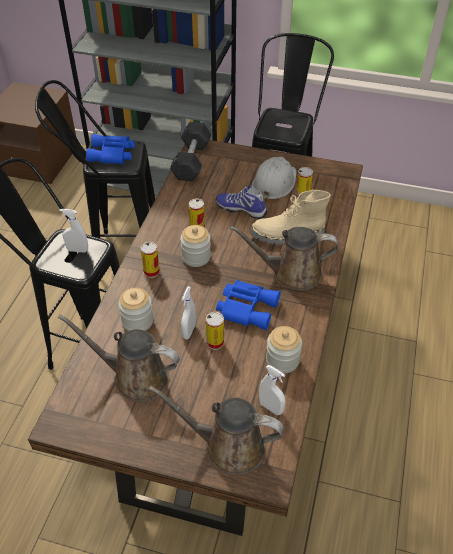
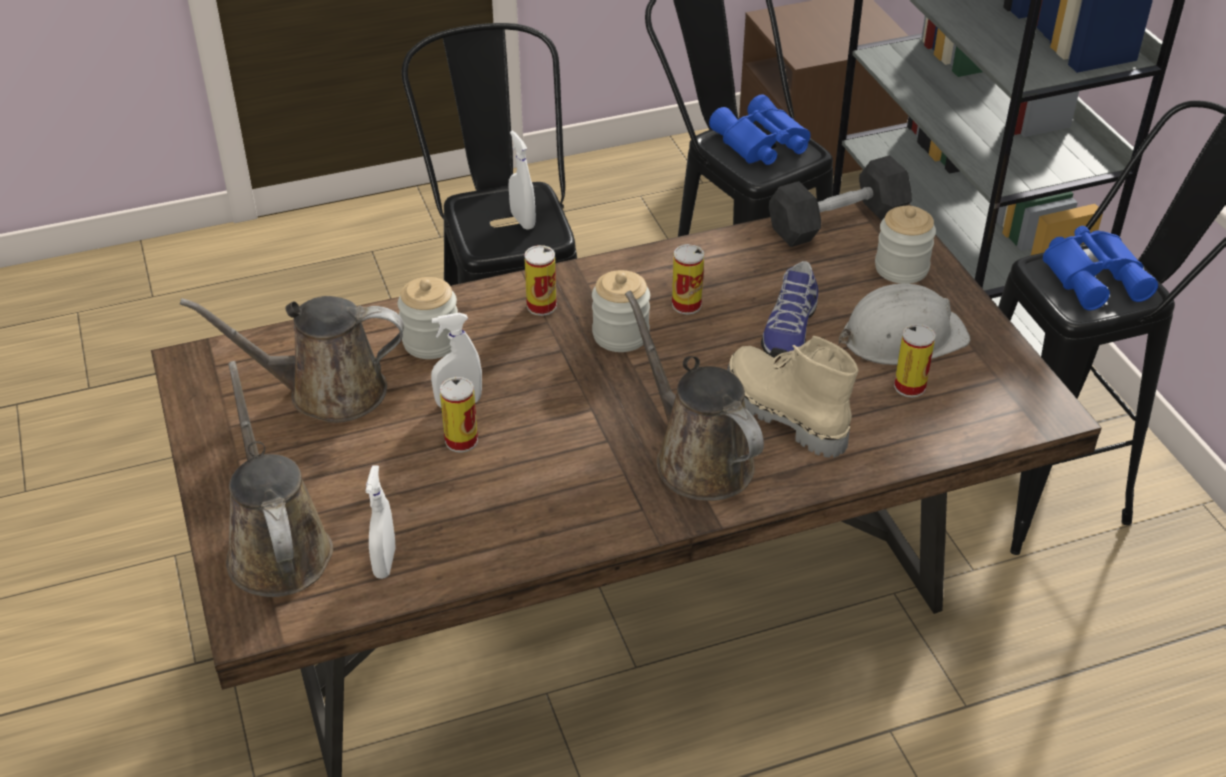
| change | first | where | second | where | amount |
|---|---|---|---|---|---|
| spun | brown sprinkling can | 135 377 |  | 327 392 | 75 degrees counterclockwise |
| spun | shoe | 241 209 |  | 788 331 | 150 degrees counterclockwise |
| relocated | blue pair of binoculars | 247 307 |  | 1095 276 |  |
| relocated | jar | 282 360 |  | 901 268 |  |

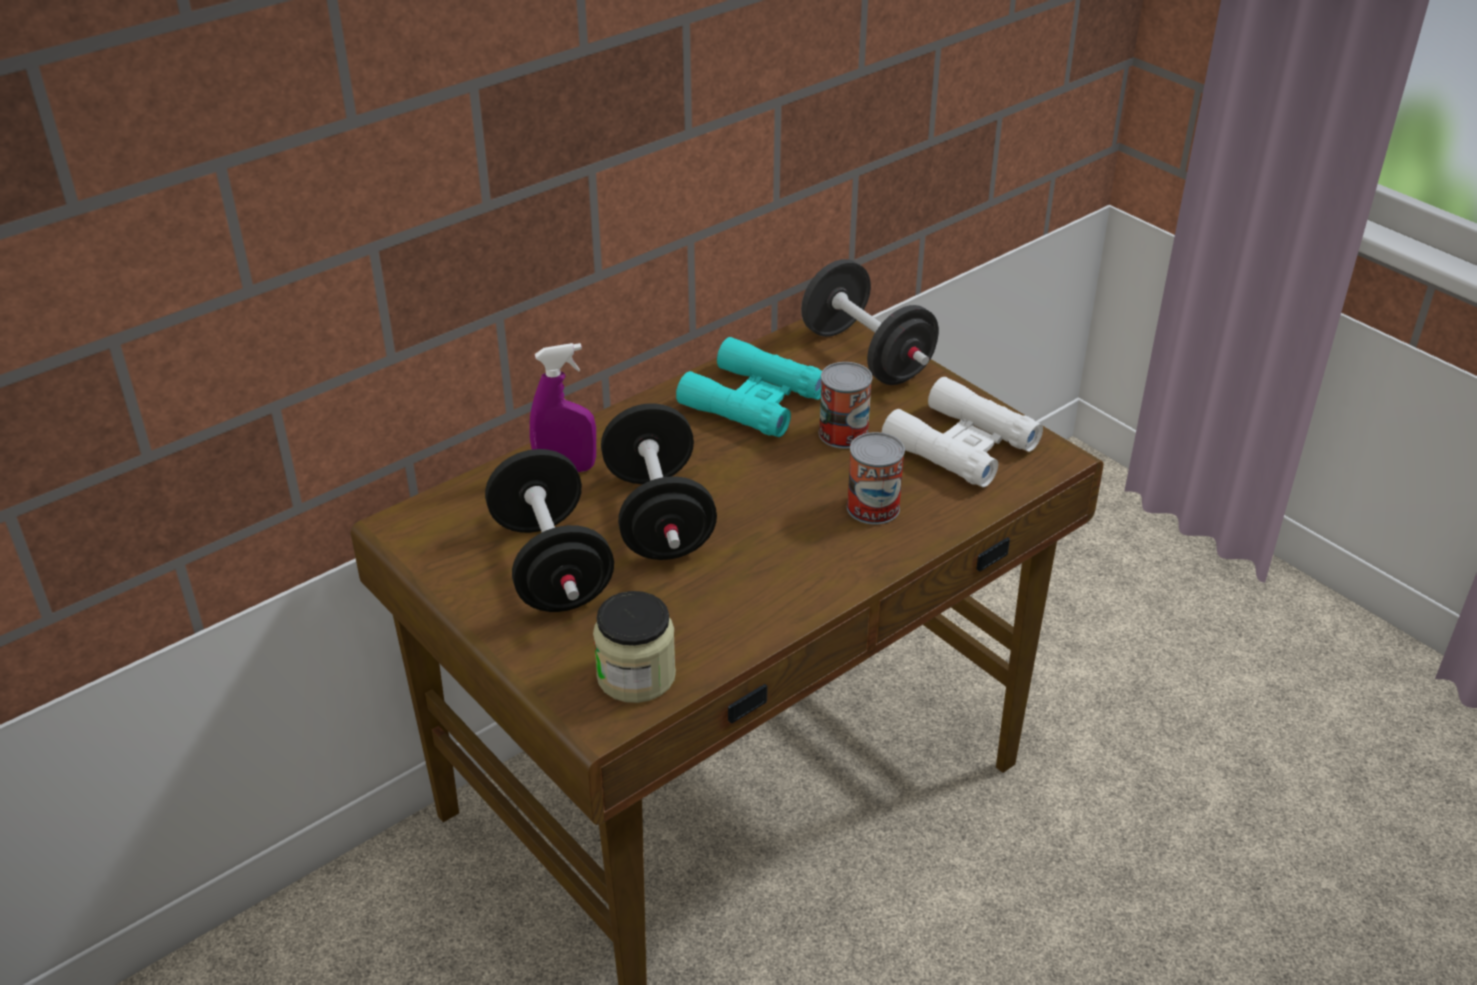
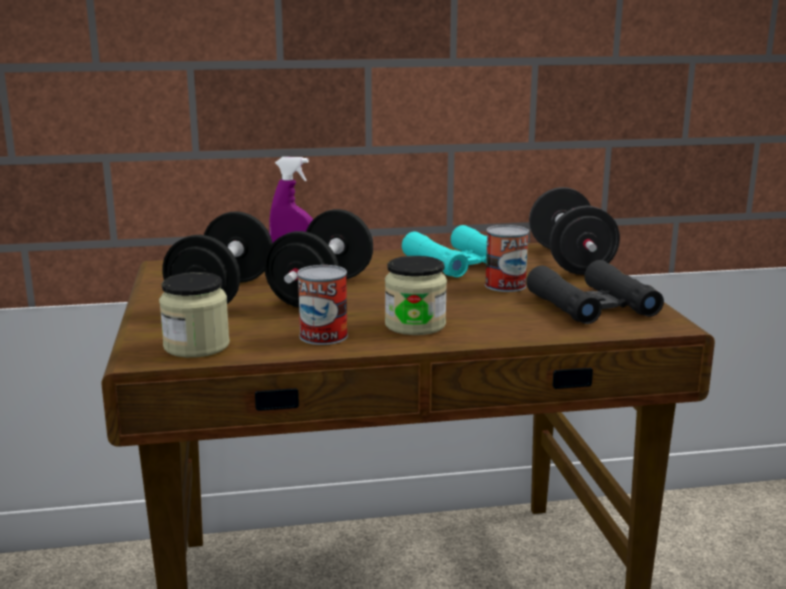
| change | first | where | second | where | amount |
|---|---|---|---|---|---|
| relocated | metal can | 873 507 |  | 323 336 |  |
| colour | white pair of binoculars | 961 445 | black pair of binoculars | 592 305 |  |
| appeared |  |  | jar | 415 325 |  |

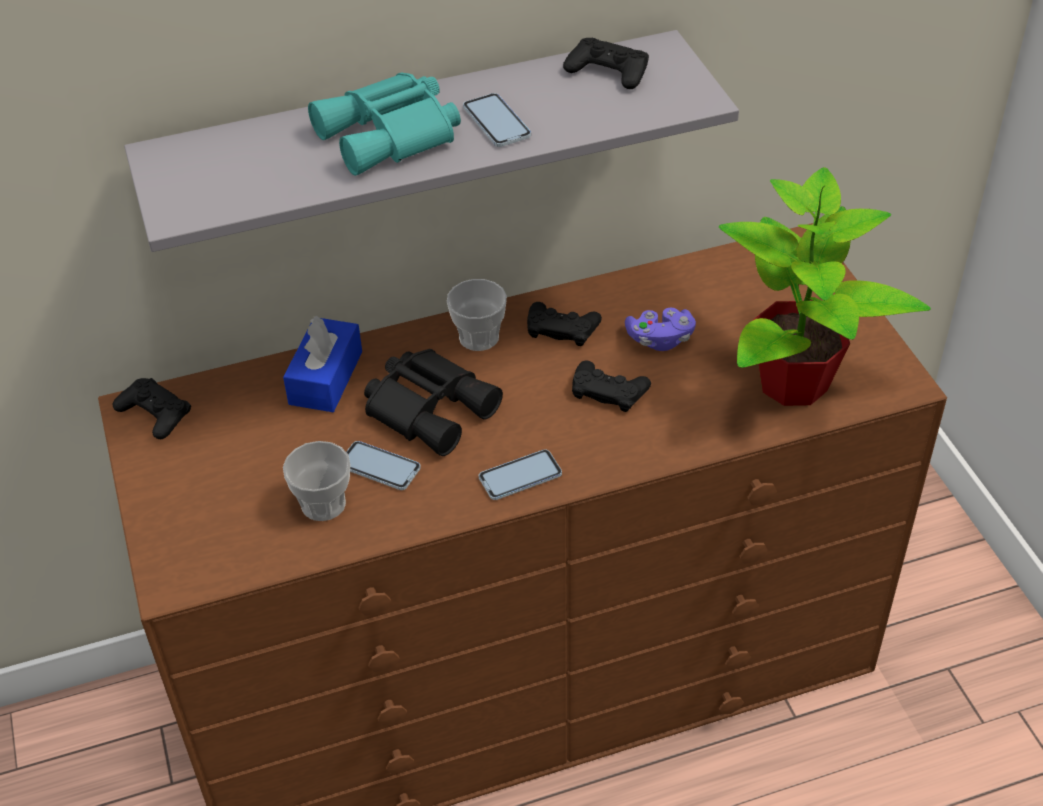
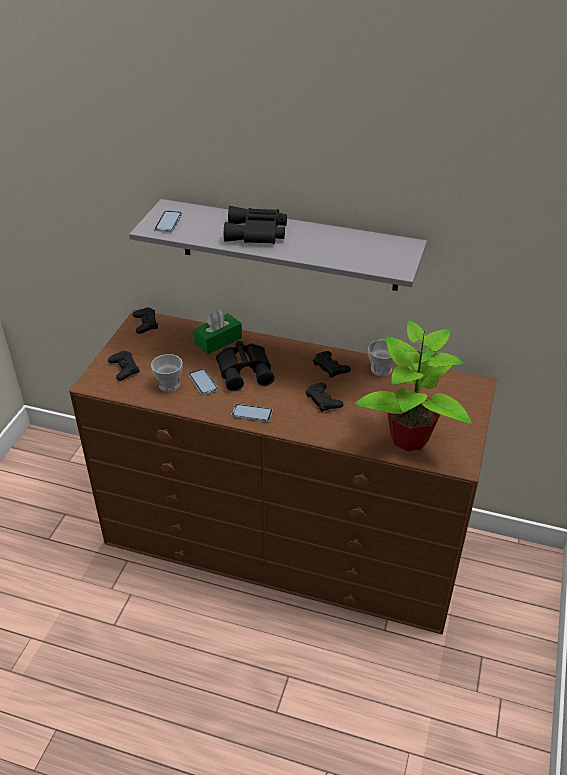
| change | first | where | second | where | amount |
|---|---|---|---|---|---|
| colour | blue tissue holder | 326 378 | green-coloured tissue holder | 218 341 |  |
| colour | turquoise-coloured pair of binoculars | 392 135 | black pair of binoculars | 257 233 |  |
| relocated | cup | 479 337 |  | 381 370 |  |
| relocated | handset | 496 122 |  | 168 222 |  |
| relocated | black game controller | 608 71 |  | 124 368 |  |
| missing | purple-coloured game controller | 660 339 |  |  |  |

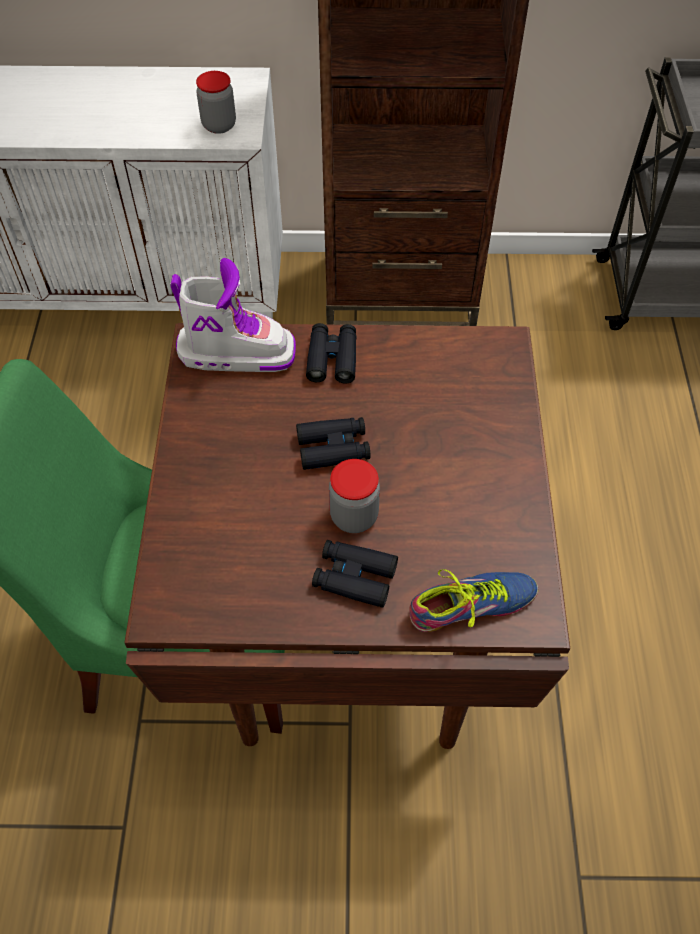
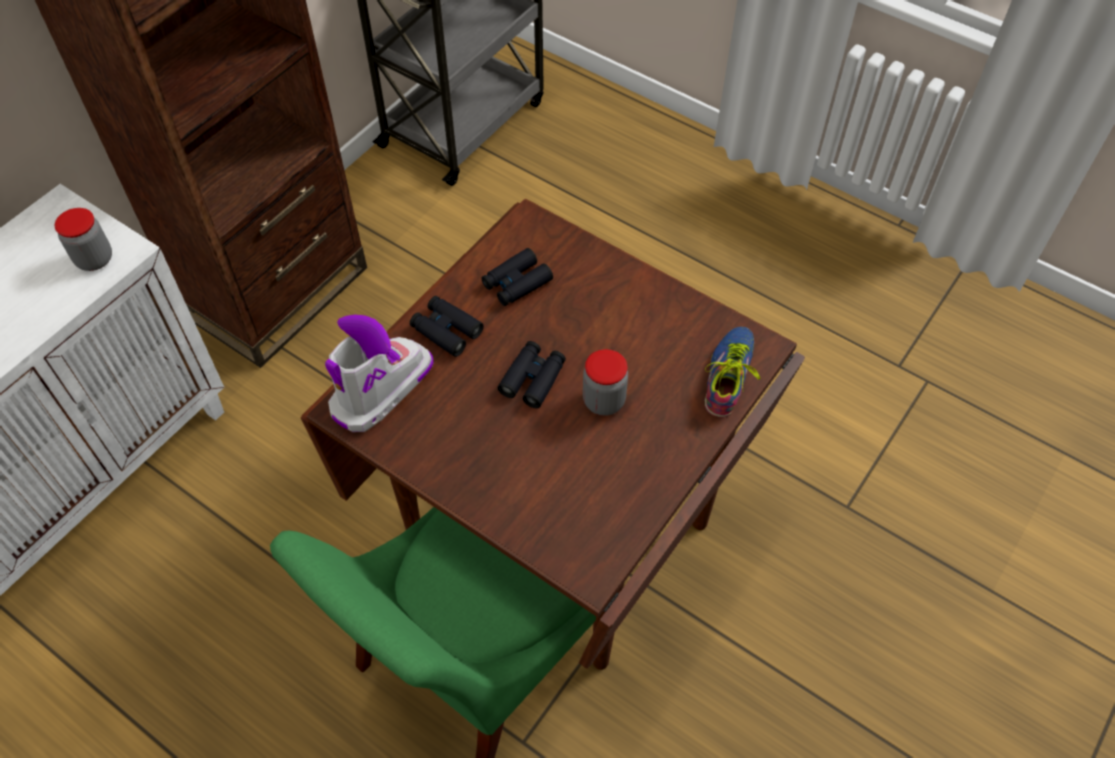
| change | first | where | second | where | amount |
|---|---|---|---|---|---|
| relocated | black pair of binoculars | 354 577 |  | 516 283 |  |

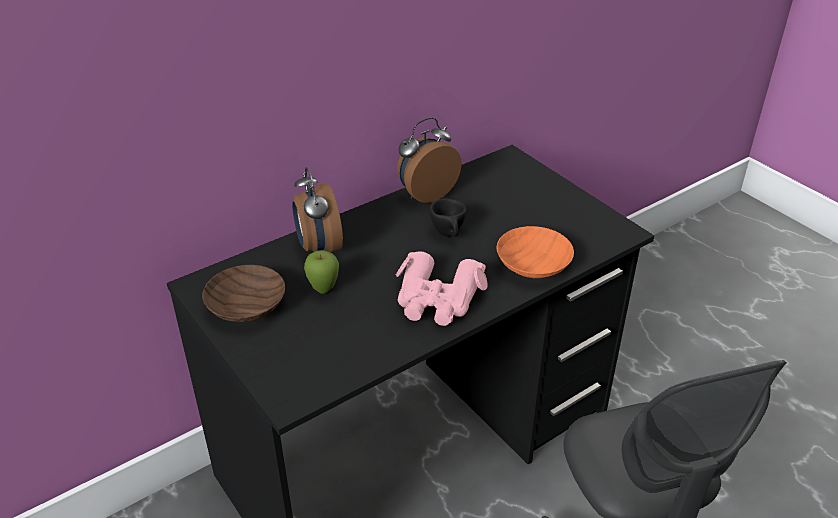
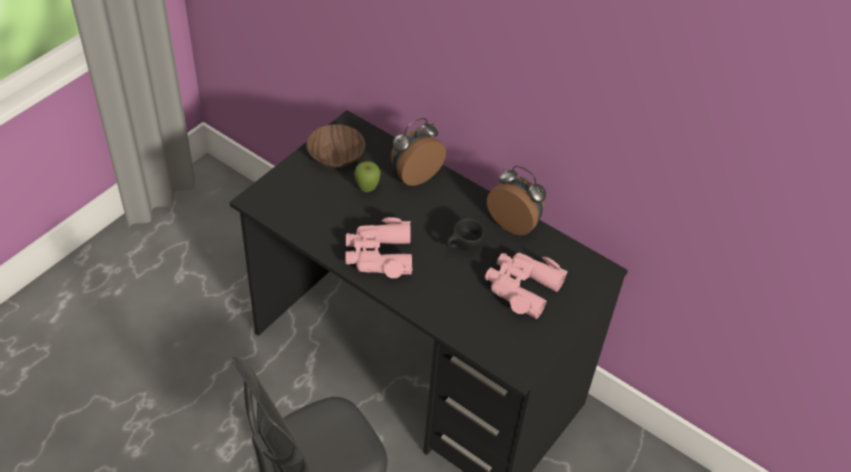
| change | first | where | second | where | amount |
|---|---|---|---|---|---|
| missing | orange-coloured bowl | 532 265 |  |  |  |
| appeared |  |  | pink-coloured pair of binoculars | 521 287 |  |

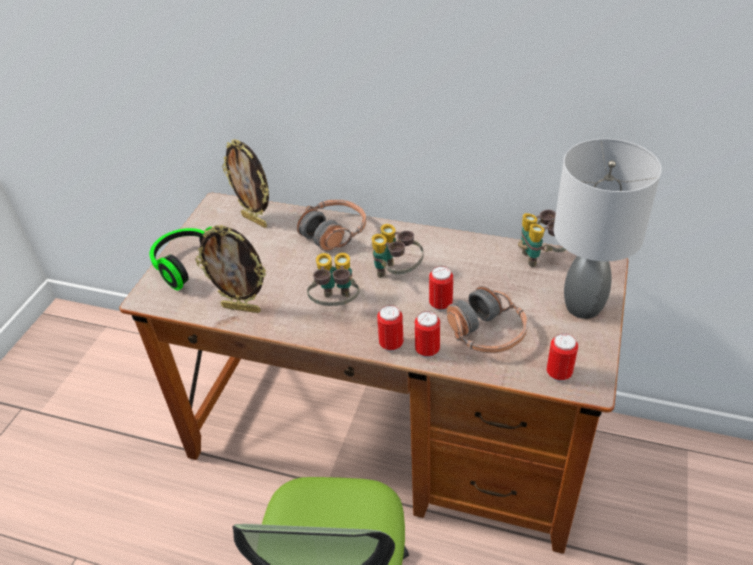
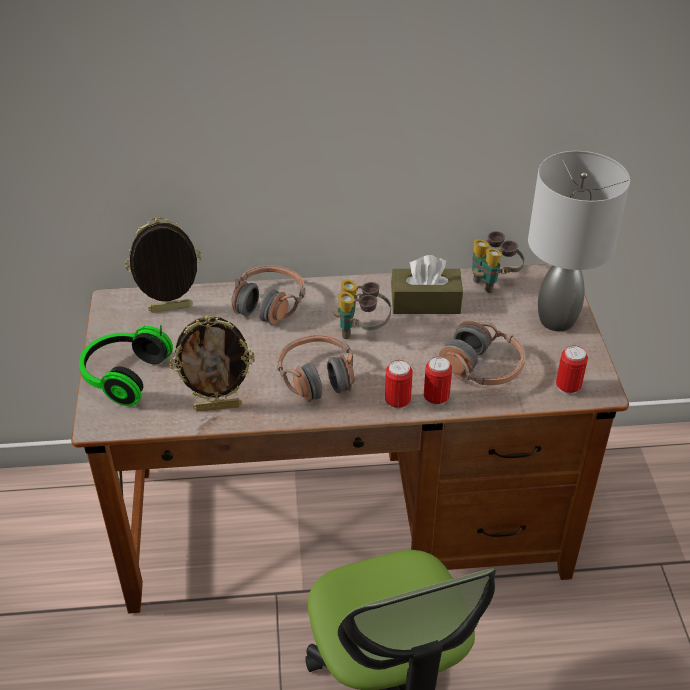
| change | first | where | second | where | amount |
|---|---|---|---|---|---|
| spun | photo frame | 255 220 |  | 171 310 | 150 degrees clockwise |
| exchanged | pair of binoculars | 336 304 | headphones | 317 377 |  |
| missing | metal can | 440 304 |  |  |  |
| appeared |  |  | brown tissue holder | 425 302 |  |

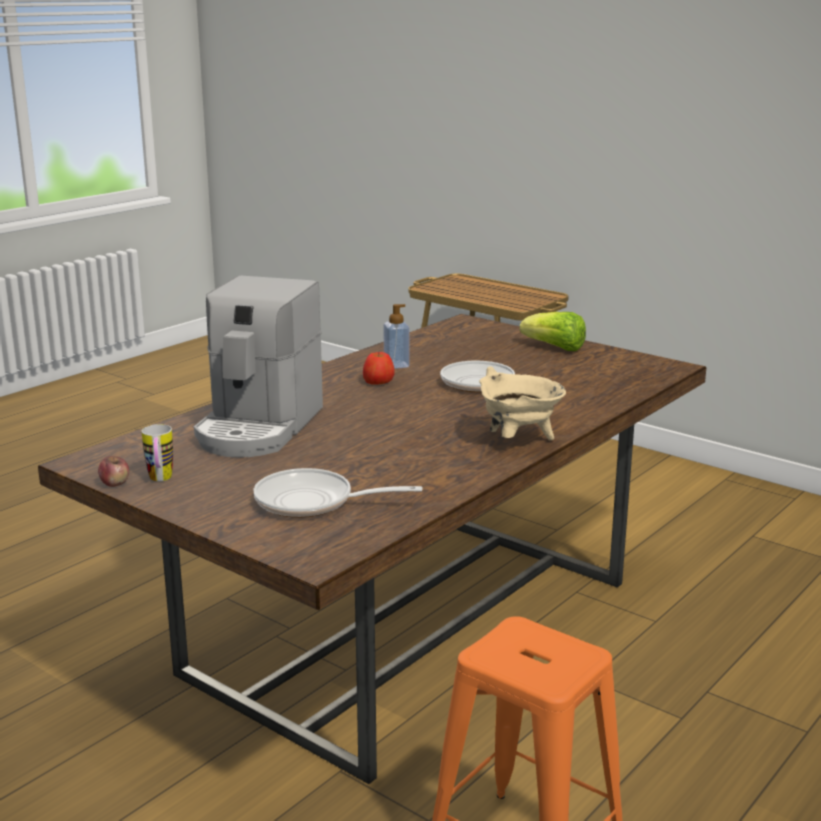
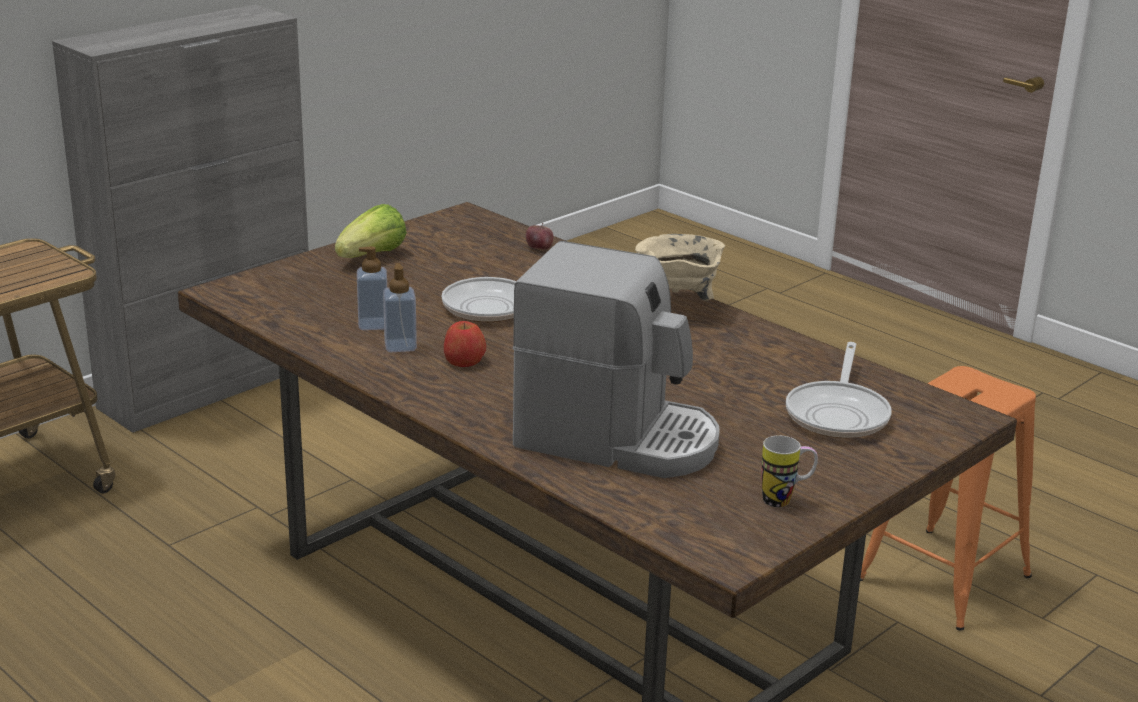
| change | first | where | second | where | amount |
|---|---|---|---|---|---|
| relocated | whole apple | 115 483 |  | 539 248 |  |
| appeared |  |  | greyish cupboard | 210 386 |  |
| appeared |  |  | soap bottle | 373 324 |  |

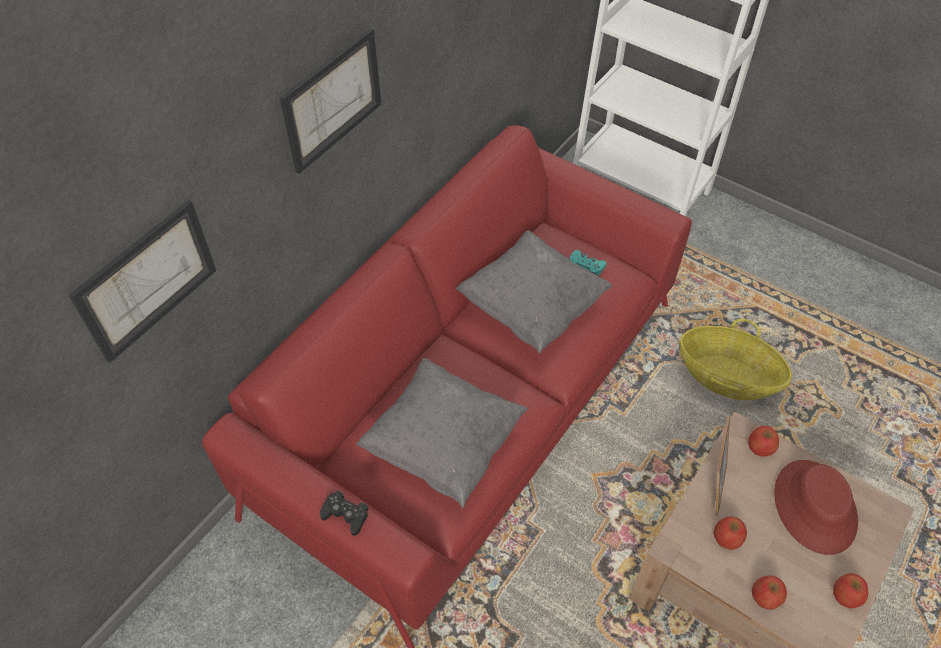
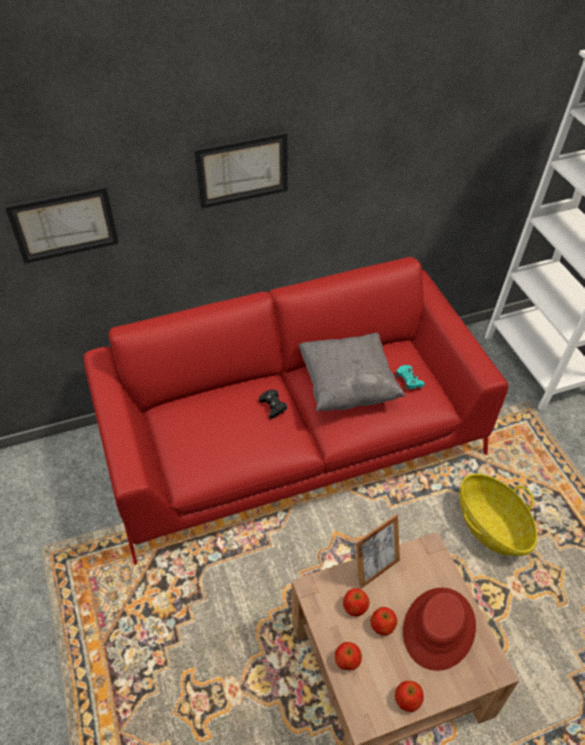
| change | first | where | second | where | amount |
|---|---|---|---|---|---|
| relocated | black game controller | 345 515 |  | 273 406 |  |
| missing | greyish cushion | 443 445 |  |  |  |
| relocated | whole apple | 760 447 |  | 382 625 |  |

